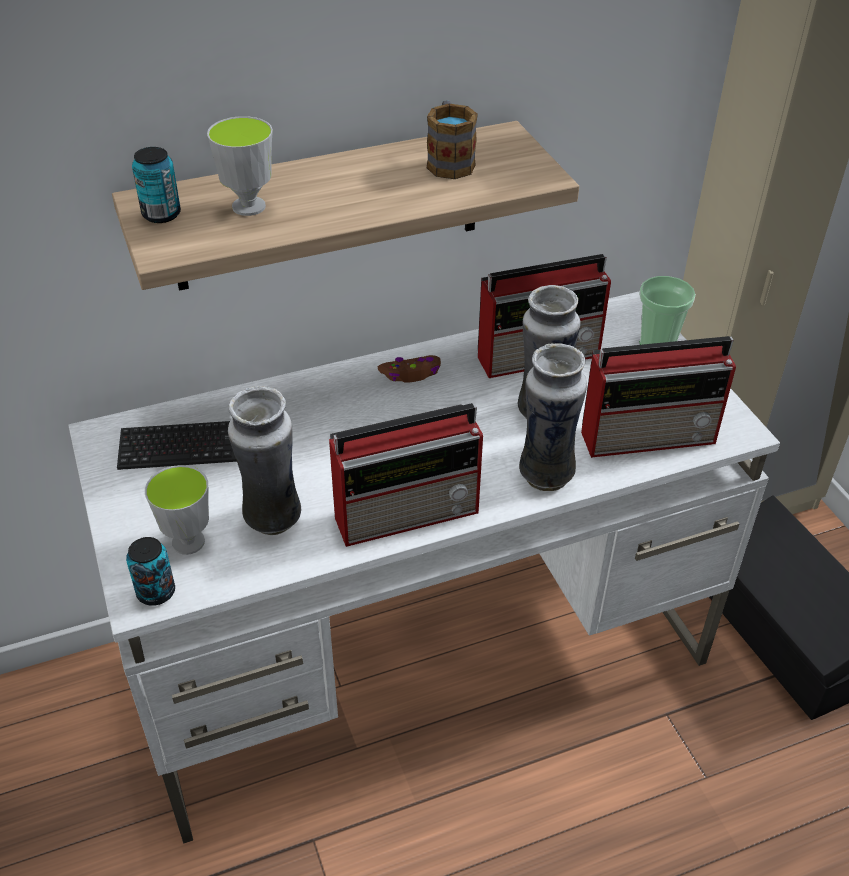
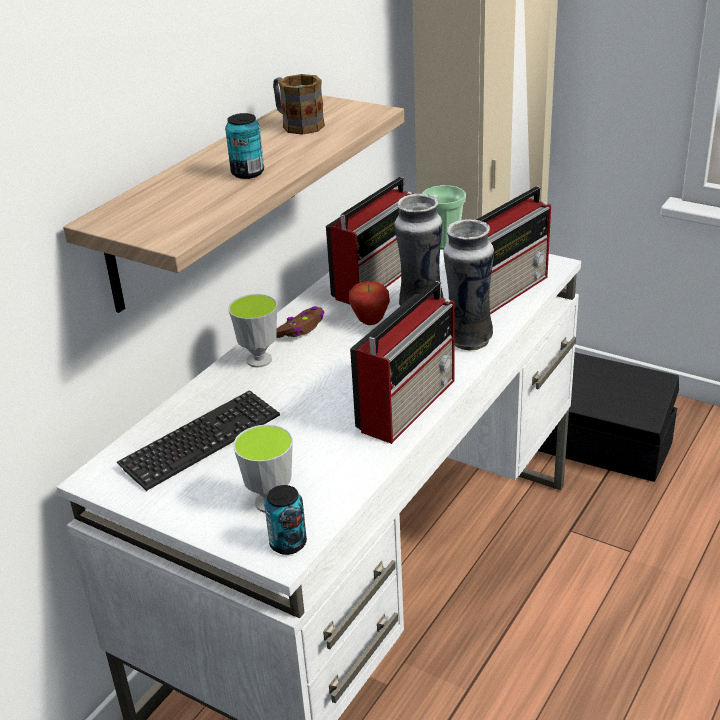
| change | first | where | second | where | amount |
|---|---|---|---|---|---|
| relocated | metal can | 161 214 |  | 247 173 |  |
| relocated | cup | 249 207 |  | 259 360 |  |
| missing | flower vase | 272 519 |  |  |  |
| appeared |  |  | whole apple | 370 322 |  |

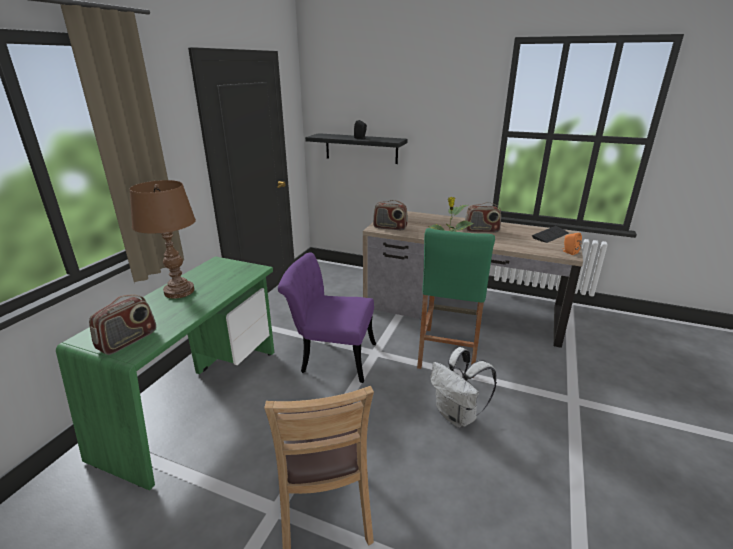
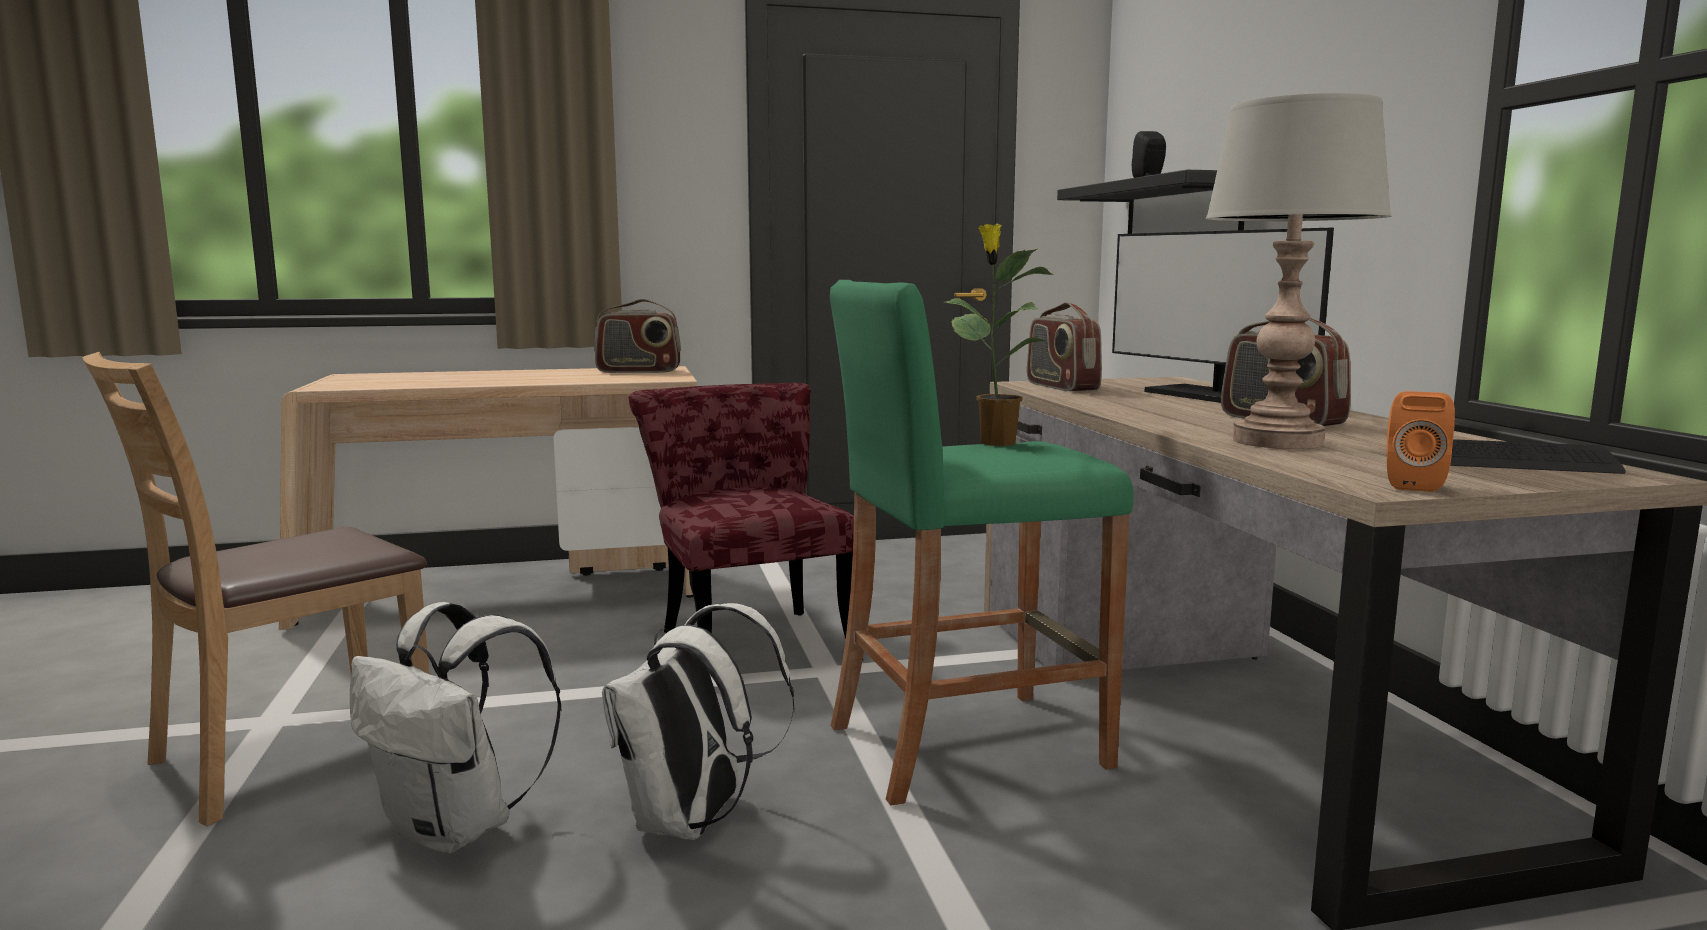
| change | first | where | second | where | amount |
|---|---|---|---|---|---|
| colour | green-coloured desk unit | 198 400 | beige desk unit | 507 594 |  |
| relocated | radio set | 128 341 |  | 638 371 |  |
| missing | brown table lamp | 179 291 |  |  |  |
| colour | purple-coloured upright chair | 330 357 | reddish upright chair | 749 639 |  |
| appeared |  |  | white rucksack | 457 829 |  |
| appeared |  |  | computer screen | 1212 396 |  |
| appeared |  |  | greyish table lamp | 1278 441 |  |

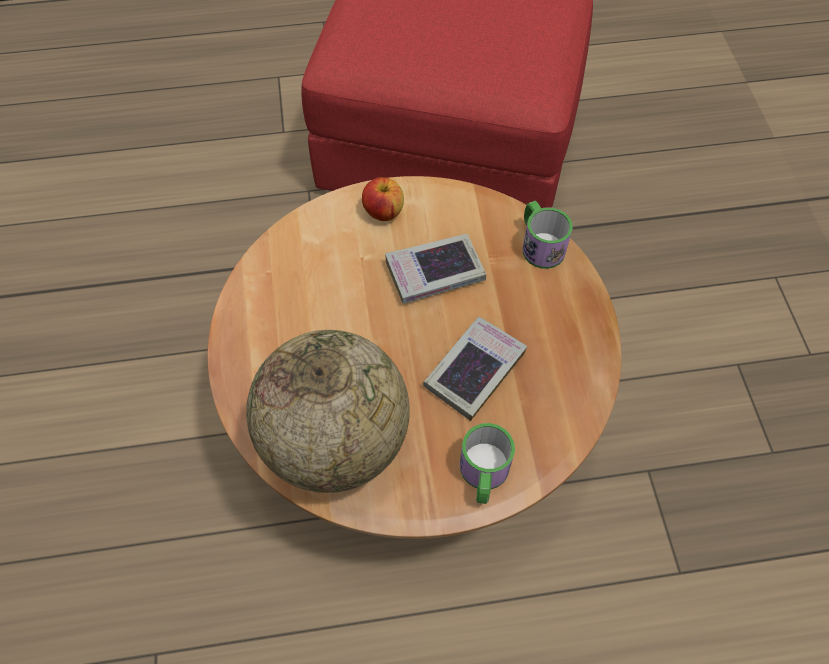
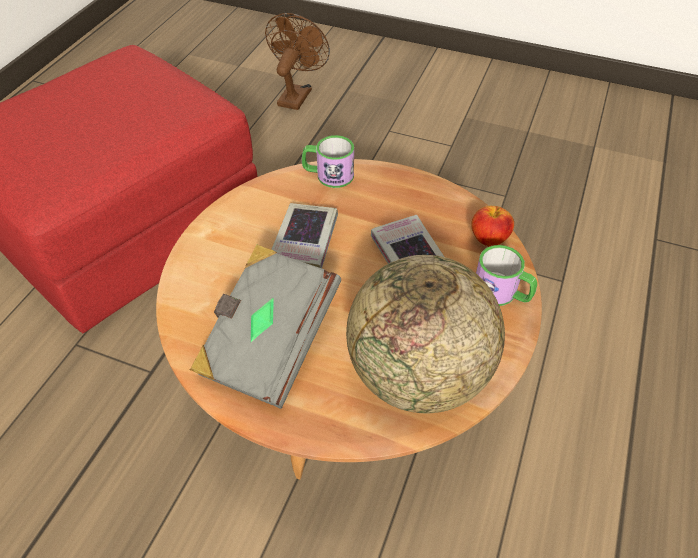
| change | first | where | second | where | amount |
|---|---|---|---|---|---|
| relocated | whole apple | 383 212 |  | 489 239 |  |
| appeared |  |  | greyish book | 268 342 |  |
| appeared |  |  | brown electric fan | 296 94 |  |

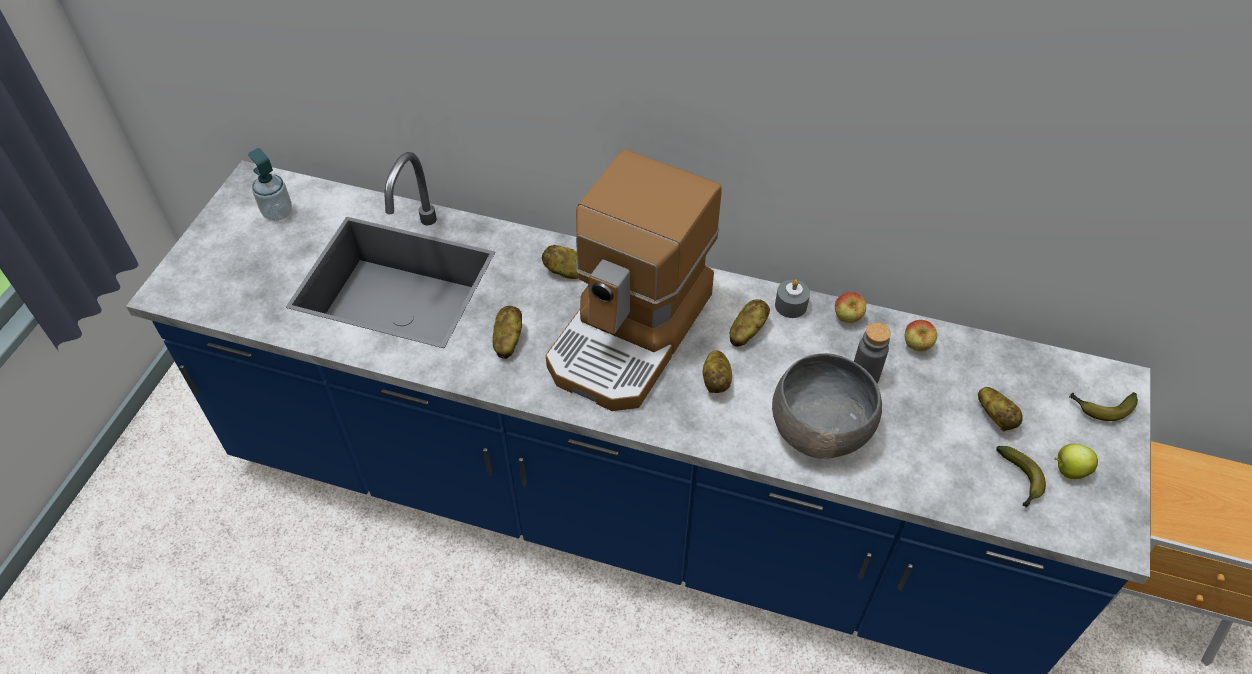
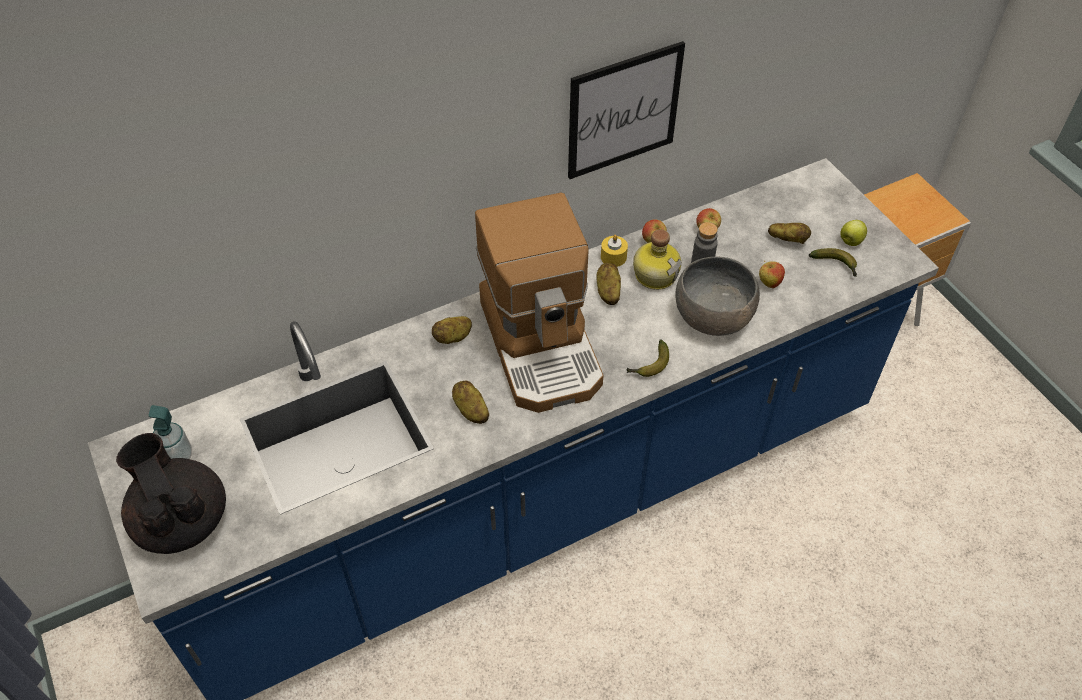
| change | first | where | second | where | amount |
|---|---|---|---|---|---|
| missing | potato | 717 380 |  |  |  |
| colour | greyish wax candle | 791 305 | yellowish wax candle | 613 257 |  |
| relocated | banana | 1100 408 |  | 649 365 |  |
| appeared |  |  | black pot for tea | 181 520 |  |
| appeared |  |  | wall art | 623 111 |  |
| appeared |  |  | beverage bottle | 655 274 |  |
| appeared |  |  | whole apple | 769 283 |  |

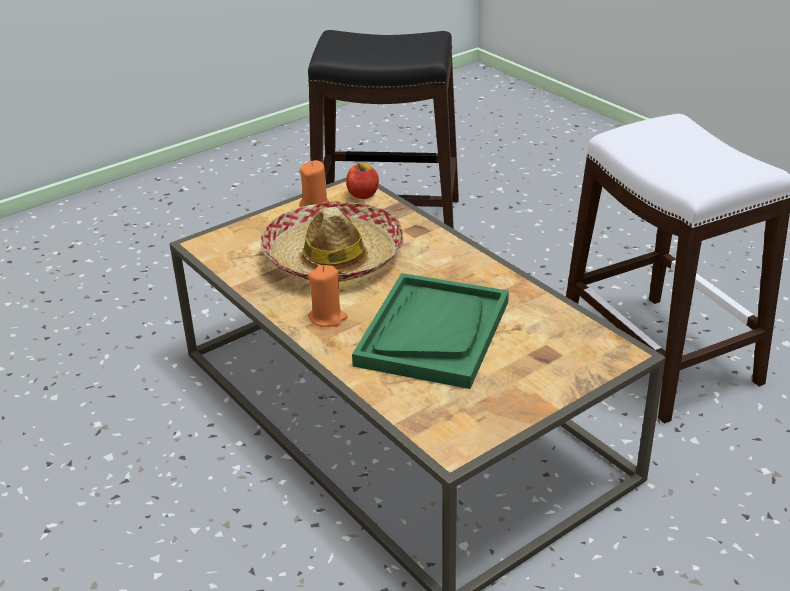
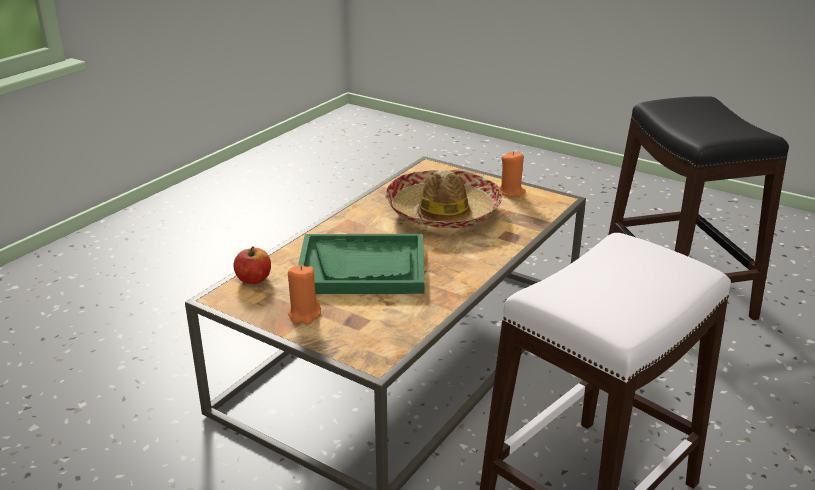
| change | first | where | second | where | amount |
|---|---|---|---|---|---|
| relocated | orange-coloured wax candle | 327 317 |  | 304 314 |  |
| relocated | whole apple | 363 194 |  | 254 279 |  |

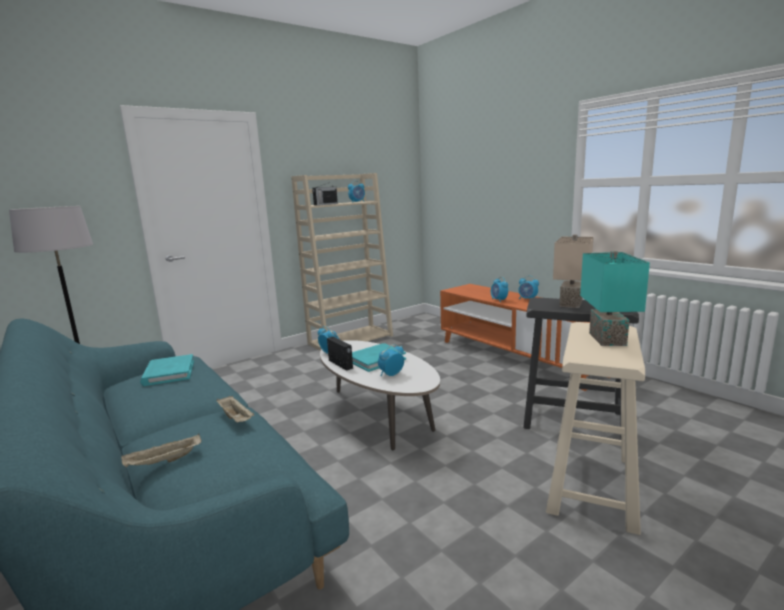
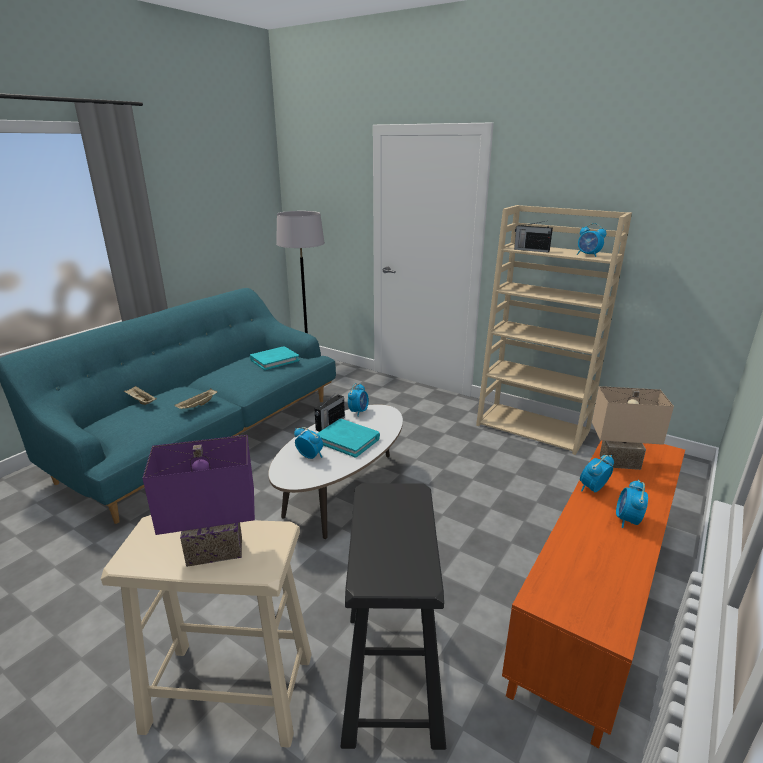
| change | first | where | second | where | amount |
|---|---|---|---|---|---|
| relocated | beige table lamp | 569 303 |  | 619 461 |  |
| colour | turquoise-coloured table lamp | 604 339 | purple-coloured table lamp | 216 548 |  |

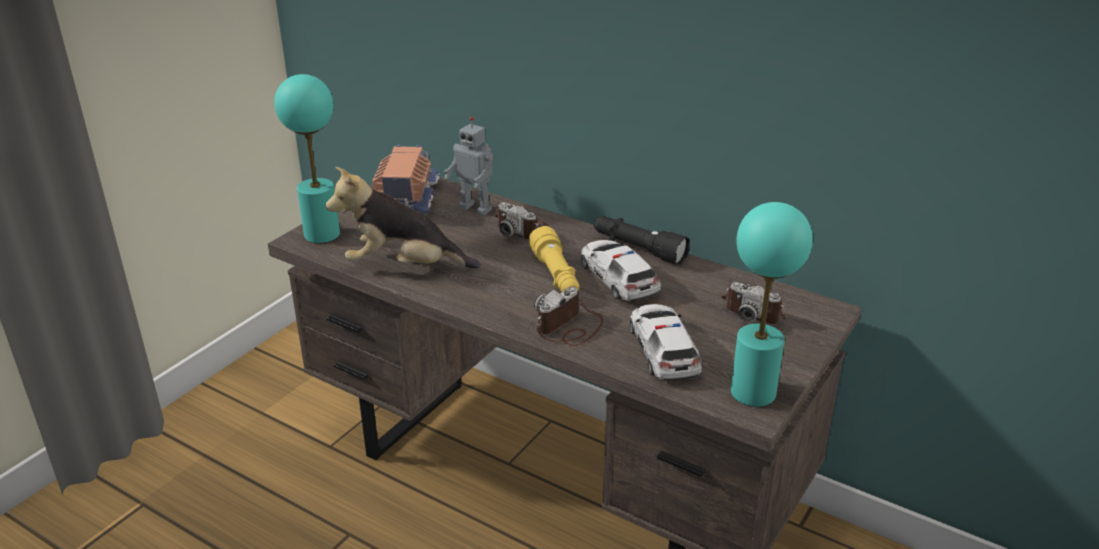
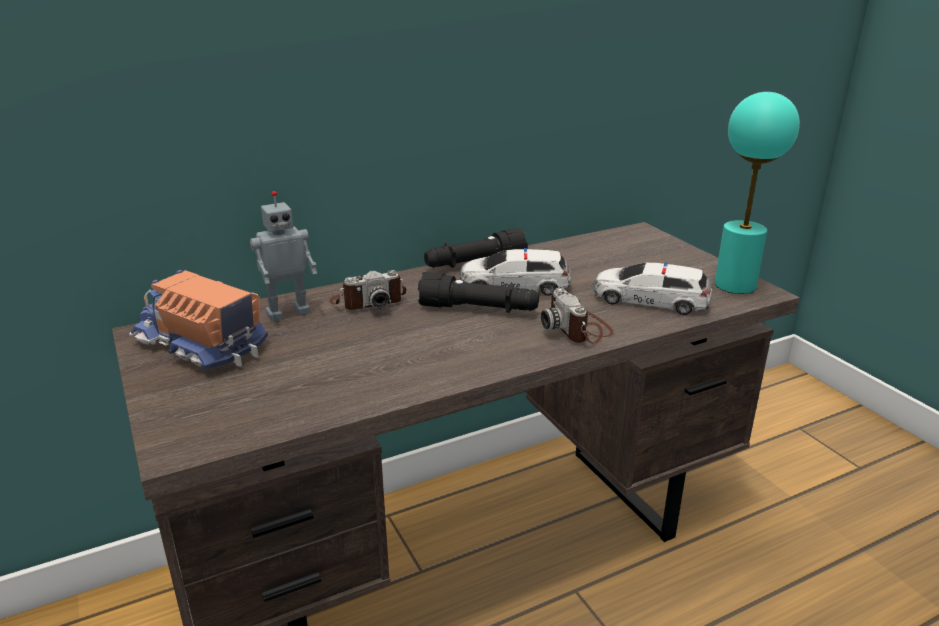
| change | first | where | second | where | amount |
|---|---|---|---|---|---|
| missing | turquoise-coloured table lamp | 322 234 |  |  |  |
| missing | plush toy | 403 266 |  |  |  |
| colour | yellowish flashlight | 556 276 | black flashlight | 479 309 |  |
| missing | photo camera | 754 310 |  |  |  |

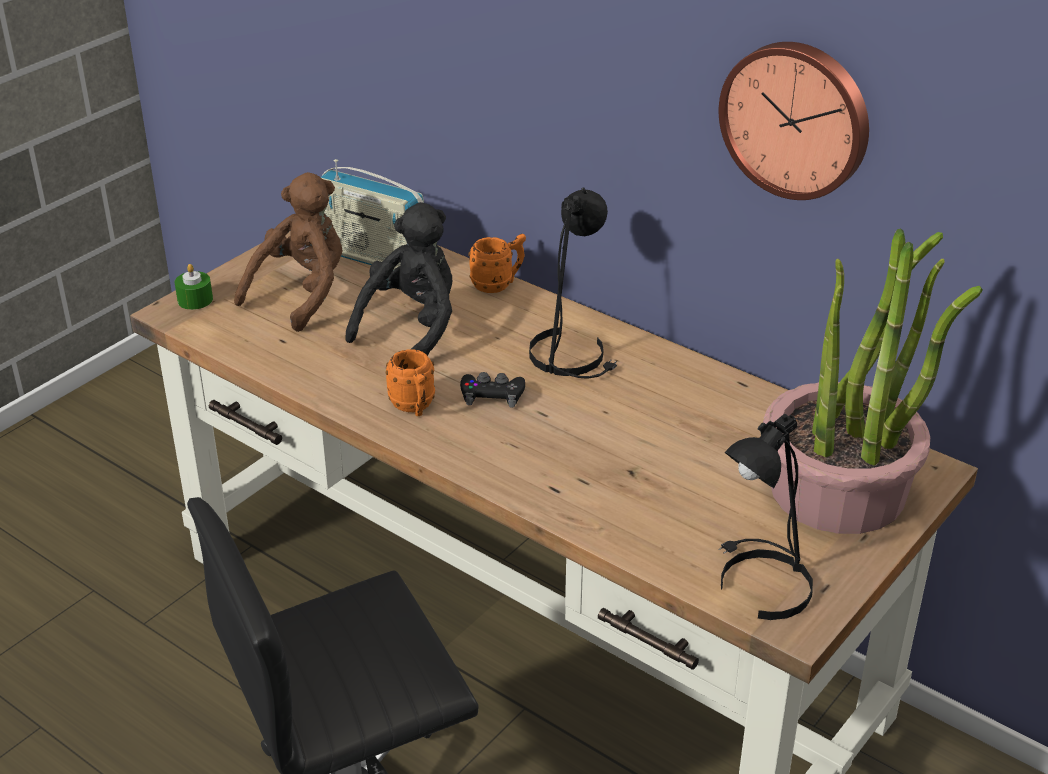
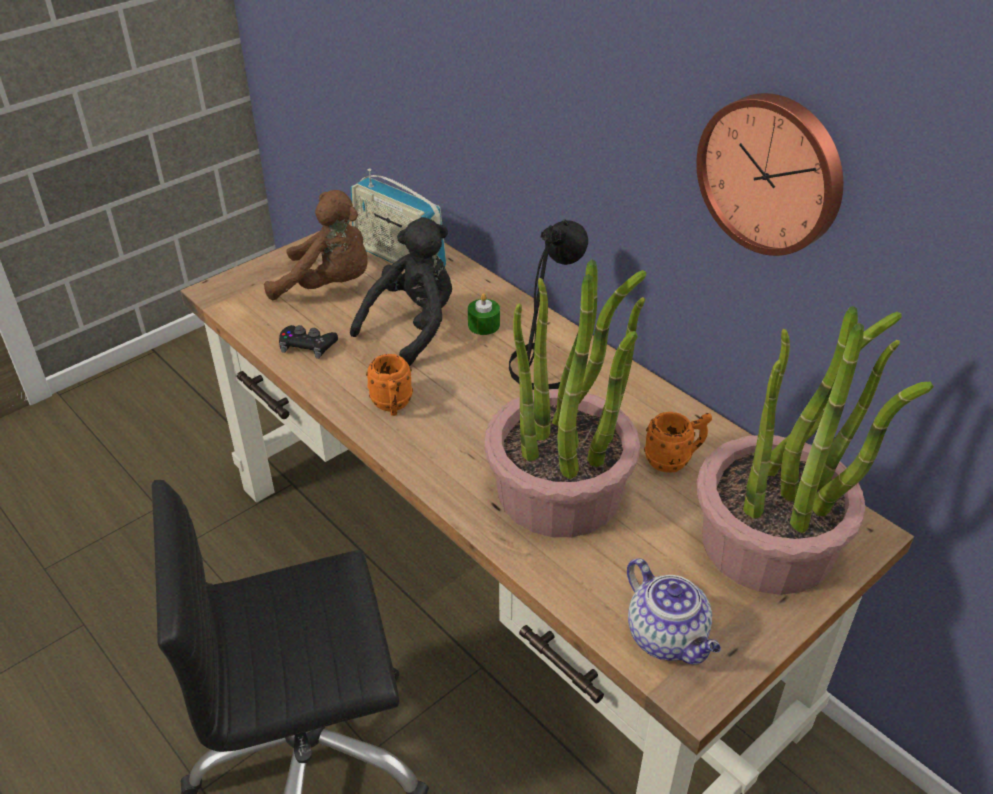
| change | first | where | second | where | amount |
|---|---|---|---|---|---|
| relocated | green-coloured wax candle | 195 300 |  | 483 325 |  |
| spun | brown plush toy | 302 294 |  | 329 285 | 60 degrees clockwise |
| relocated | black game controller | 492 395 |  | 307 345 |  |
| relocated | orange-coloured coffee mug | 498 284 |  | 674 460 |  |
| exchanged | black table lamp | 760 584 | pot for tea | 668 638 |  |
| appeared |  |  | plant in a pot | 560 492 |  |

